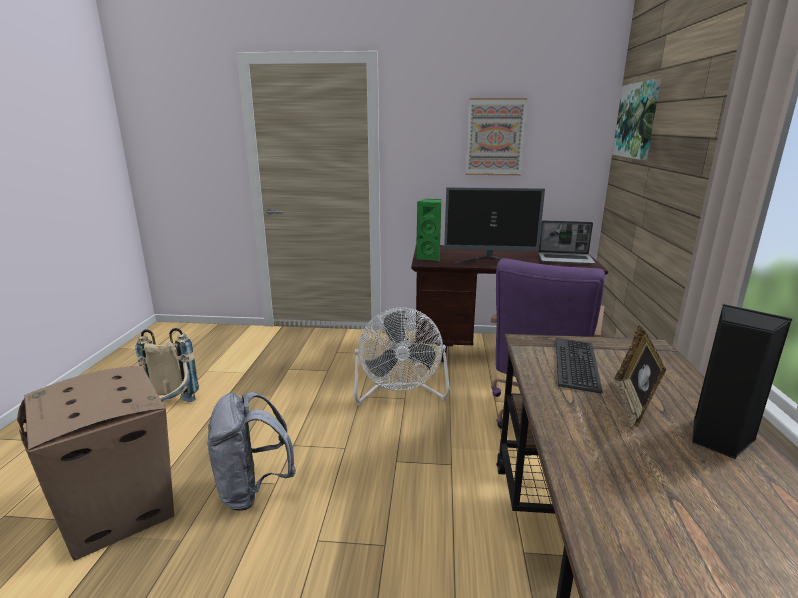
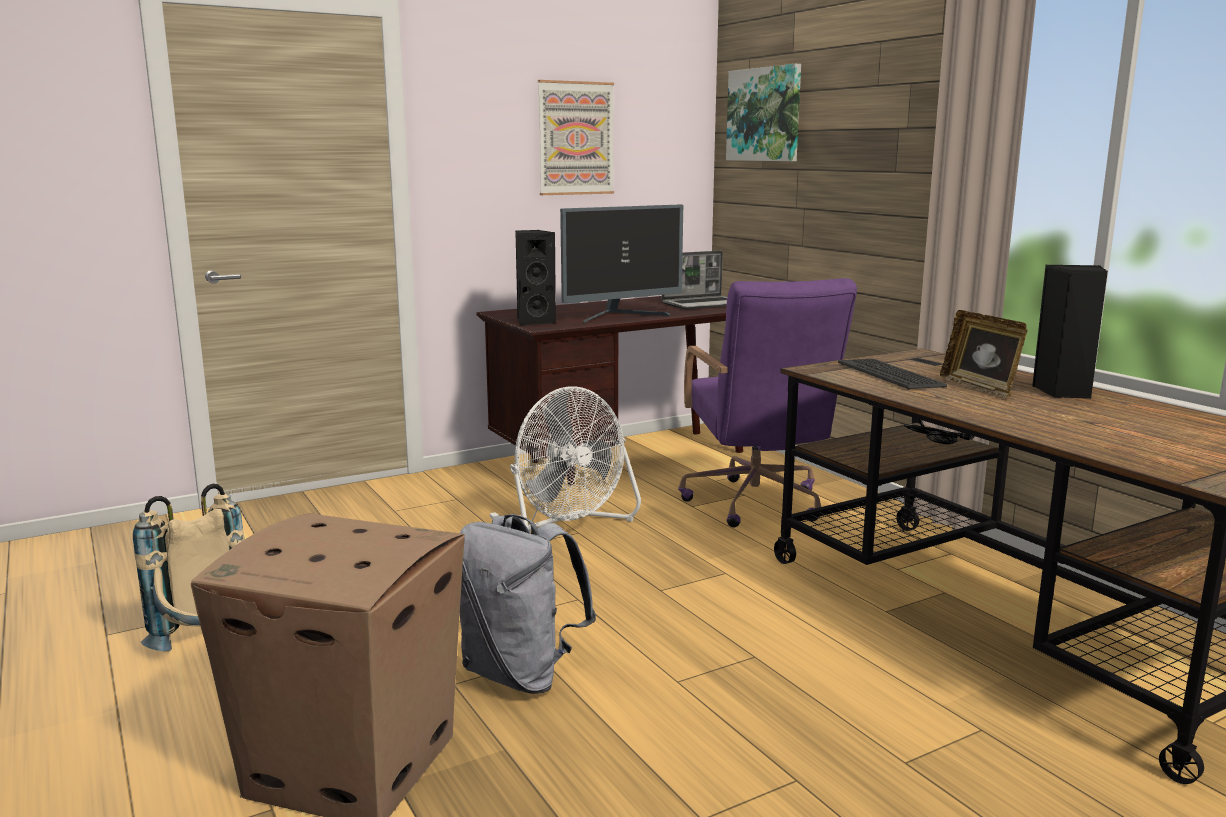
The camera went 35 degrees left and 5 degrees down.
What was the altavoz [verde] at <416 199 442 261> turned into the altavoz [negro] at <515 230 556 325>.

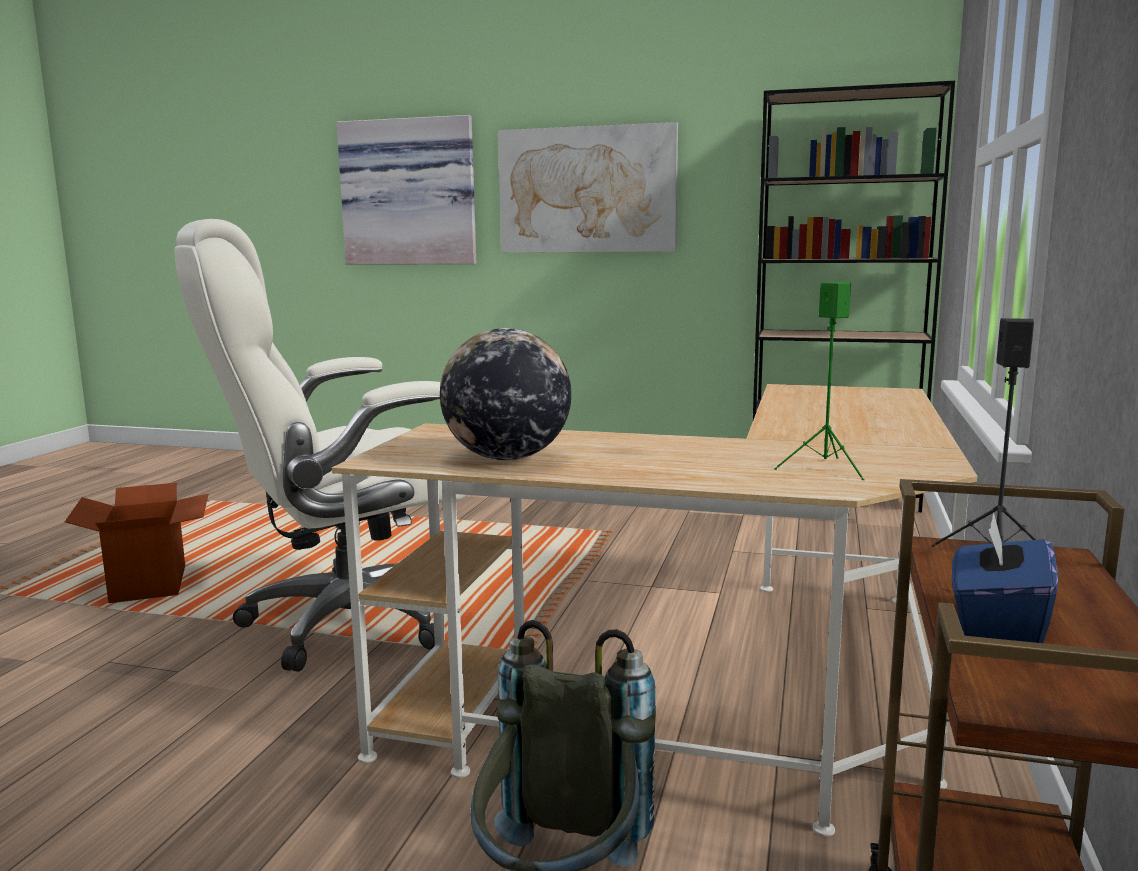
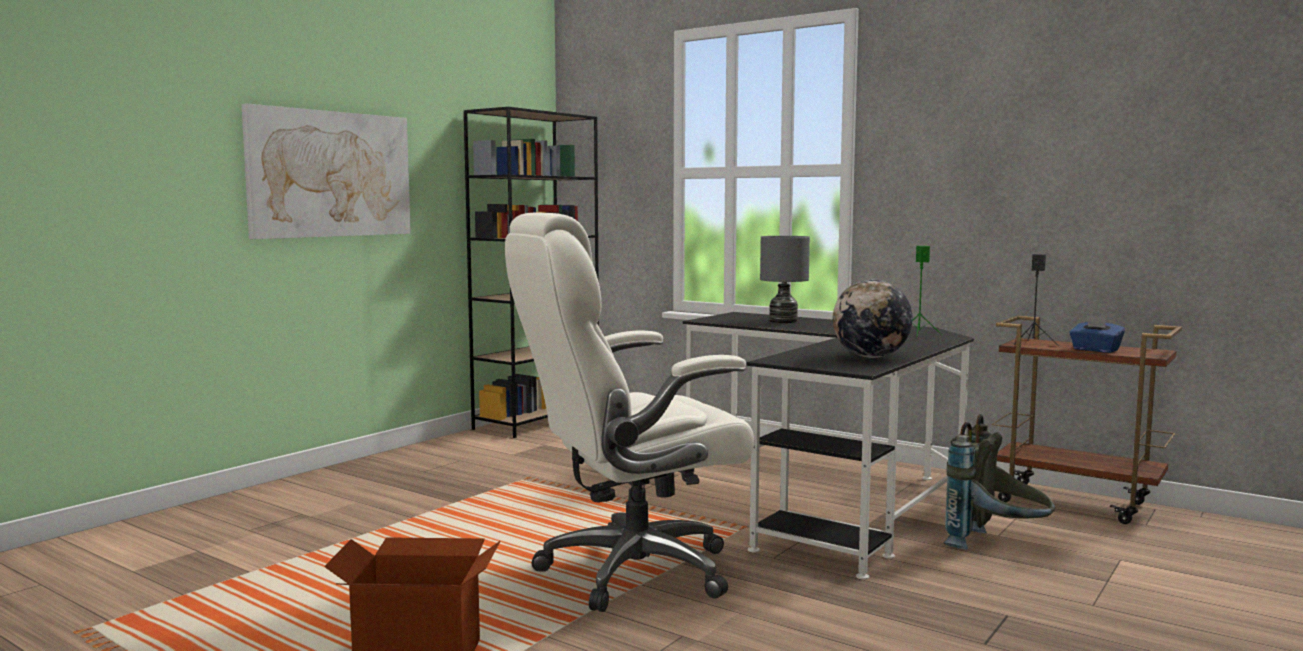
The camera went 70 degrees left and 5 degrees down.
The silla de oficina [blanco] at <174 219 466 672> ended up facing another way, 75 degrees clockwise from before.
What was the escritorio [beis] at <332 384 977 837> turned into the escritorio [negro] at <683 312 974 580>.
The second view gained the lámpara de mesa [gris] at <760 236 810 323>.
The second view lost the cuadro at <337 115 476 265>.

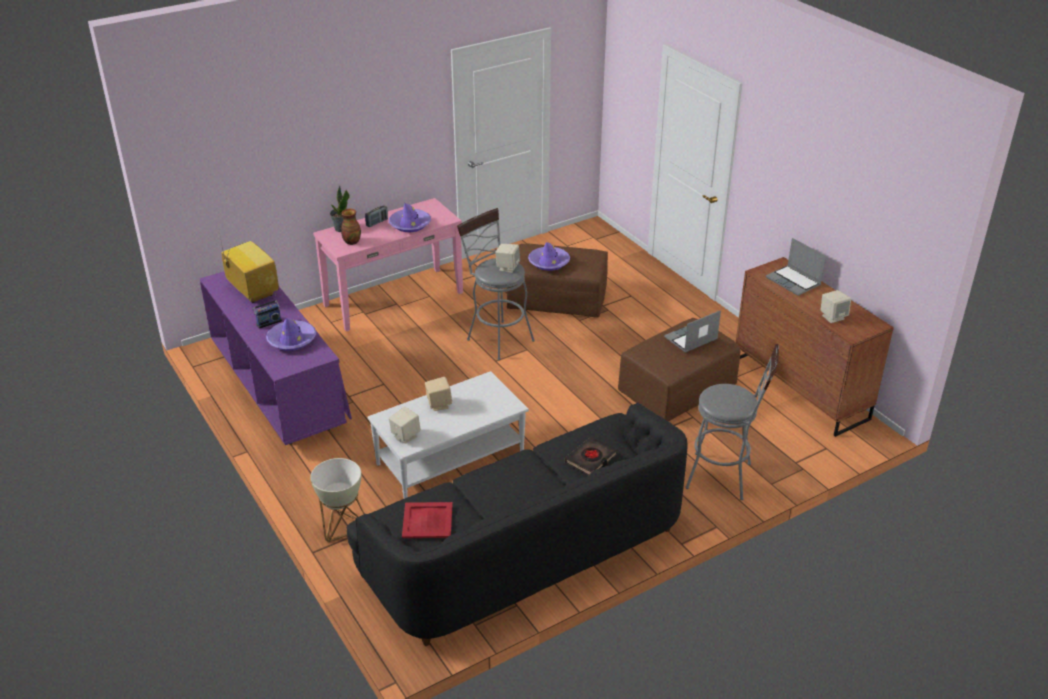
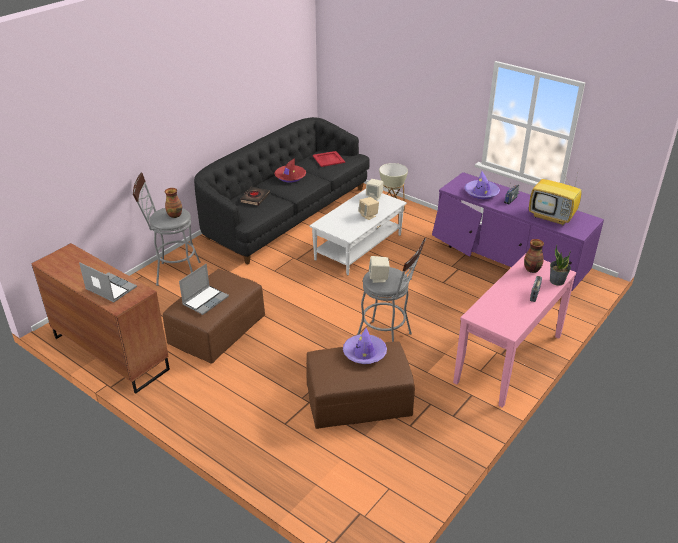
The camera went 160 degrees right and 0 degrees up.
The second view gained the florero at <165 188 182 218>.
The second view gained the sombrero [rojo] at <274 158 306 182>.
The second view lost the sombrero [morado] at <389 203 431 232>.
The second view lost the altavoz [beis] at <821 290 851 323>.

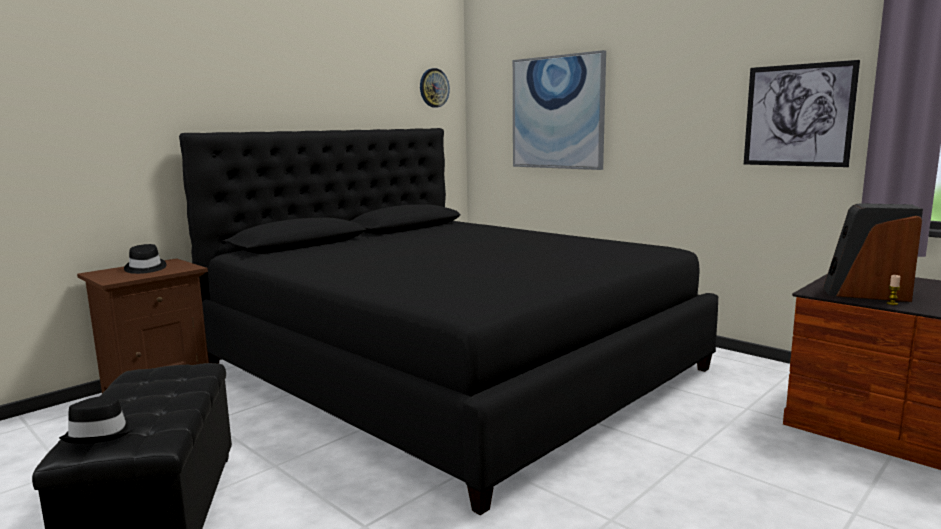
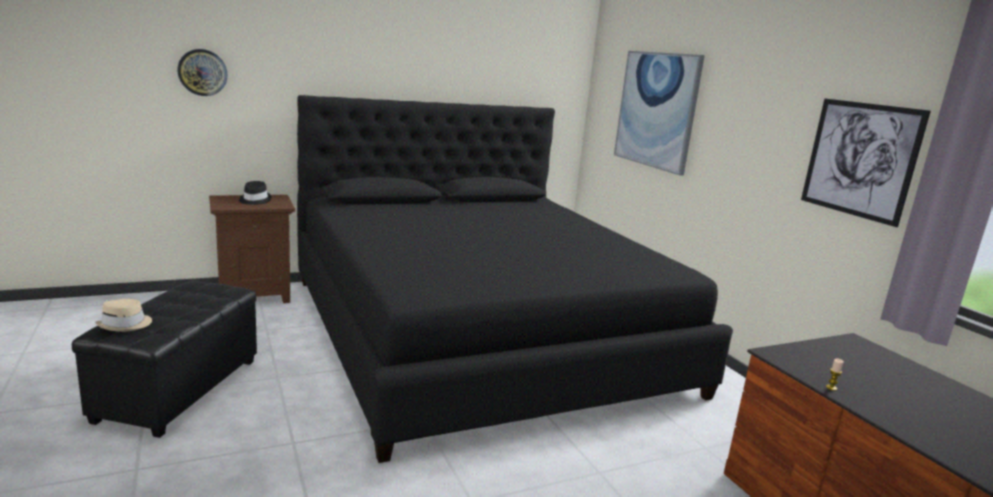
The camera went 20 degrees right and 5 degrees up.
What was the sombrero [negro] at <59 396 136 444> turned into the sombrero [beis] at <95 299 152 332>.
The reloj de pared ended up elsewhere, having gone from <420 68 450 108> to <177 49 228 96>.
The second view lost the altavoz at <823 203 923 302>.

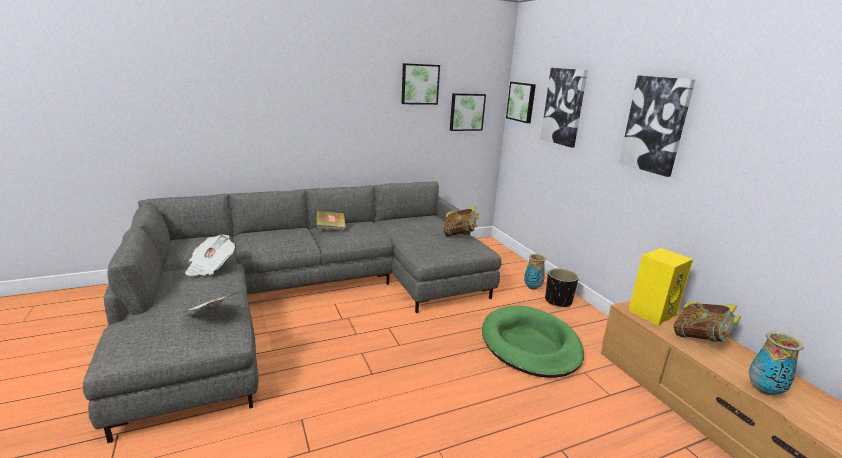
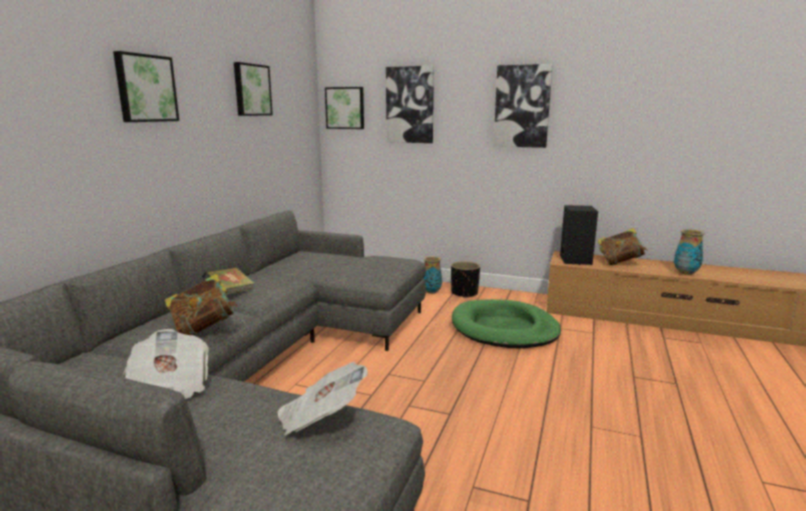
The camera went 45 degrees left and 5 degrees down.
The cuadro ended up elsewhere, having gone from <450 93 486 131> to <113 51 179 122>.
The libro ended up elsewhere, having gone from <443 206 479 237> to <165 274 238 336>.
What was the altavoz [amarillo] at <628 248 693 326> turned into the altavoz [negro] at <560 205 598 265>.

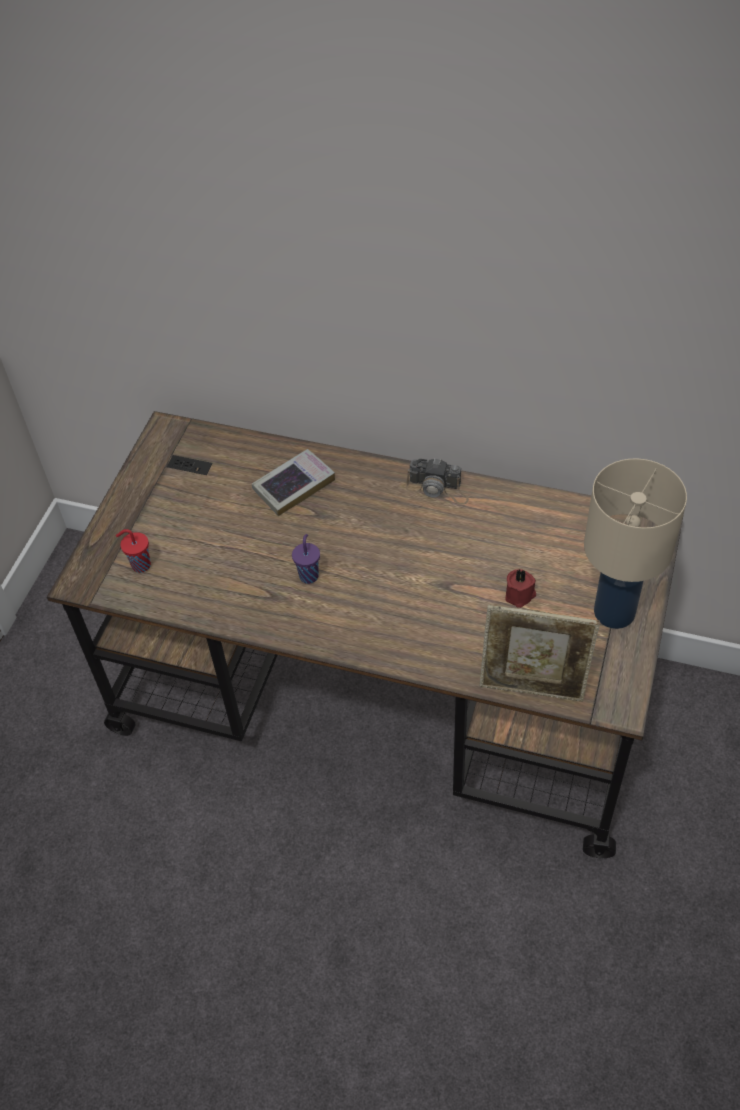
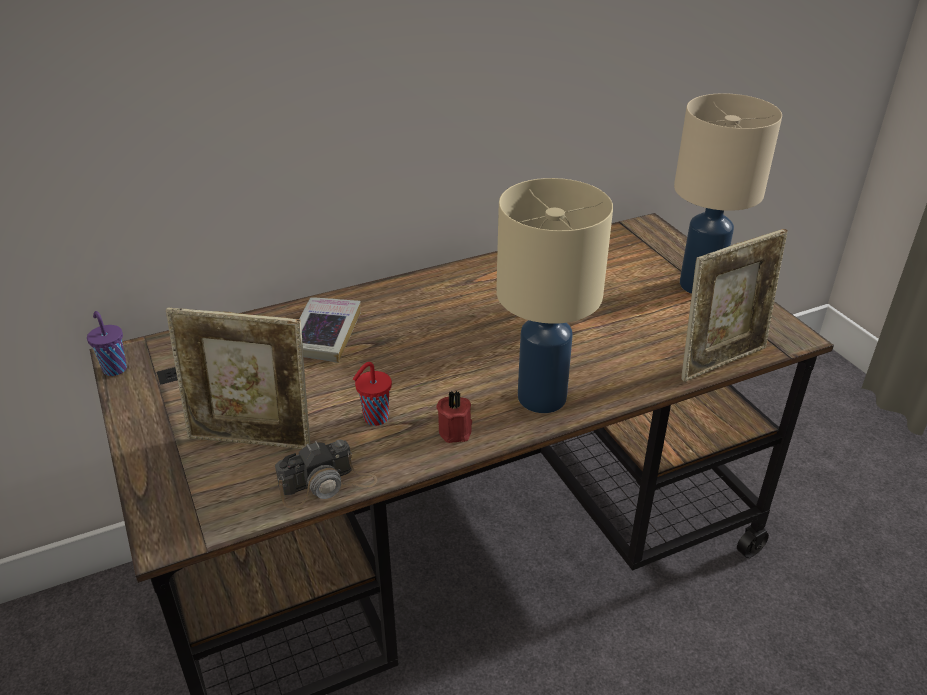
The camera went 45 degrees left and 15 degrees down.
The taza [morado] ended up elsewhere, having gone from <292 534 320 584> to <87 311 127 376>.
The second view gained the portarretratos at <166 307 310 449>.
The cámara ended up elsewhere, having gone from <406 459 469 505> to <275 440 378 508>.
The taza [rojo] ended up elsewhere, having gone from <116 529 151 573> to <353 362 392 426>.
The vela [rojo] ended up elsewhere, having gone from <505 569 536 608> to <436 391 472 443>.
The second view gained the lámpara de mesa [beis] at <496 178 613 413>.

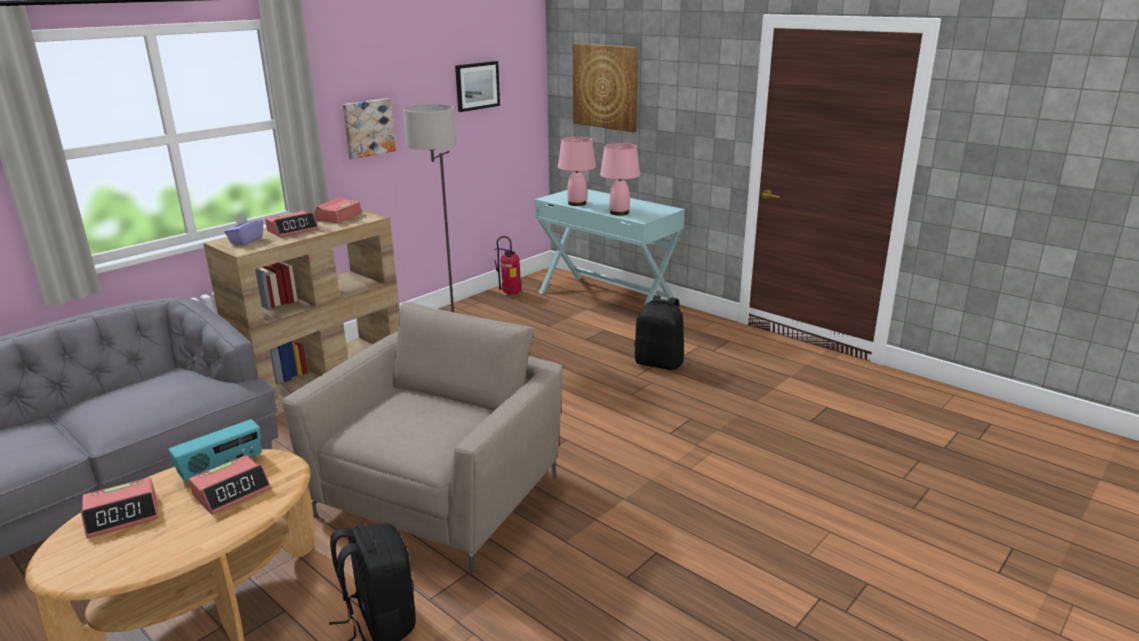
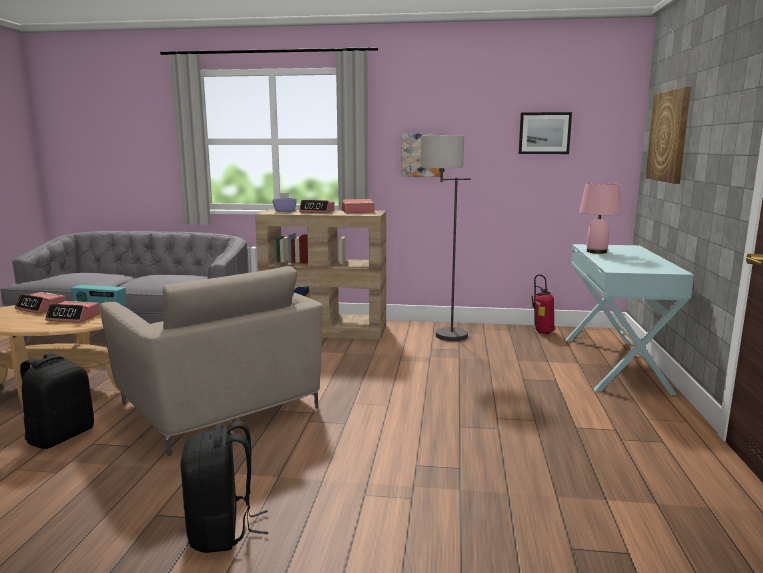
The camera went 55 degrees right and 10 degrees down.
The sillón [beis] at <282 302 562 573> ended up facing another way, 60 degrees clockwise from before.
The mochila [negro] ended up elsewhere, having gone from <635 295 684 370> to <181 421 268 553>.
The second view lost the lámpara de mesa [rosa] at <600 143 640 216>.

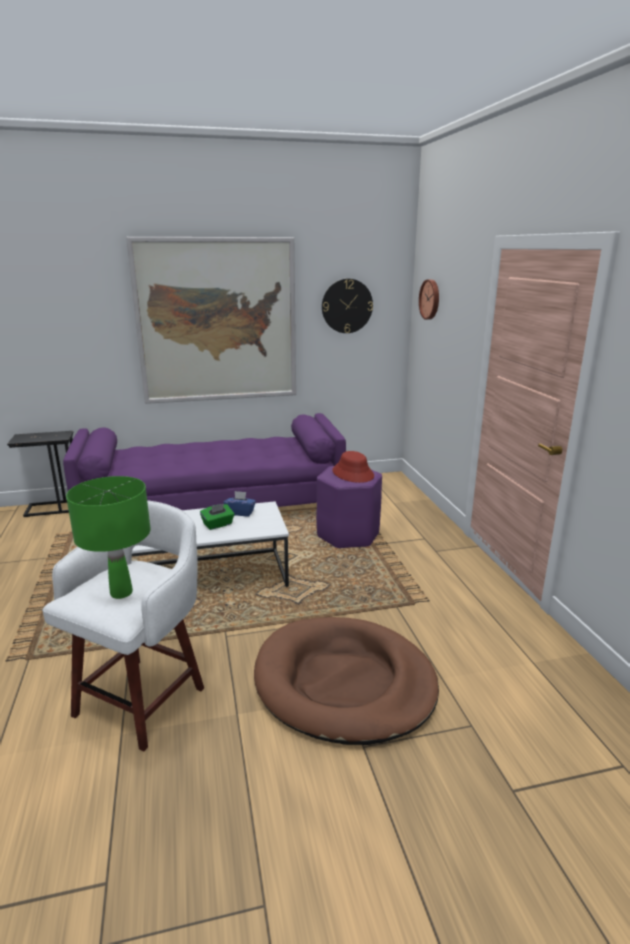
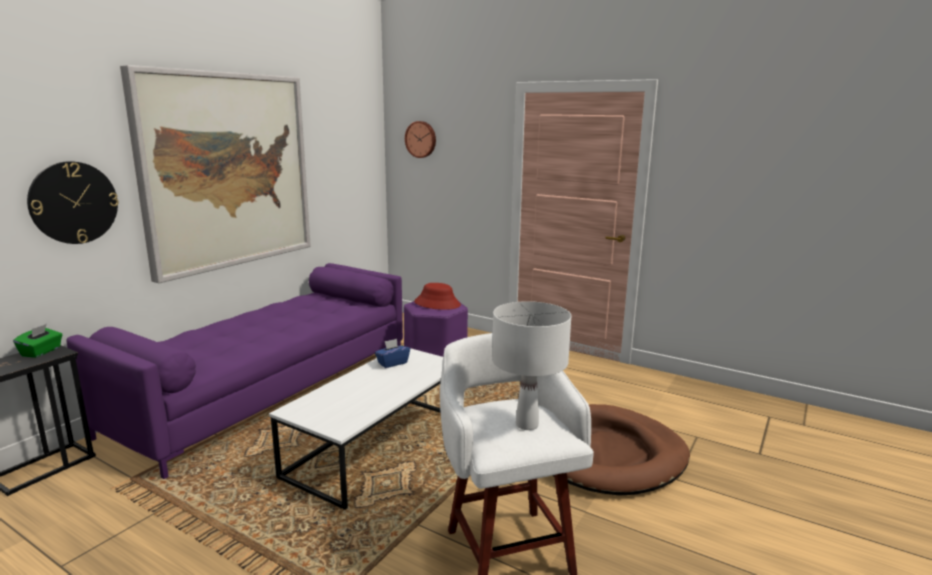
The camera went 45 degrees left and 5 degrees down.
The caja de pañuelos [verde] ended up elsewhere, having gone from <200 504 235 530> to <13 324 63 358>.
The reloj de pared ended up elsewhere, having gone from <322 279 373 333> to <27 161 119 244>.
What was the lámpara de mesa [verde] at <66 476 151 599> turned into the lámpara de mesa [blanco] at <492 301 571 430>.

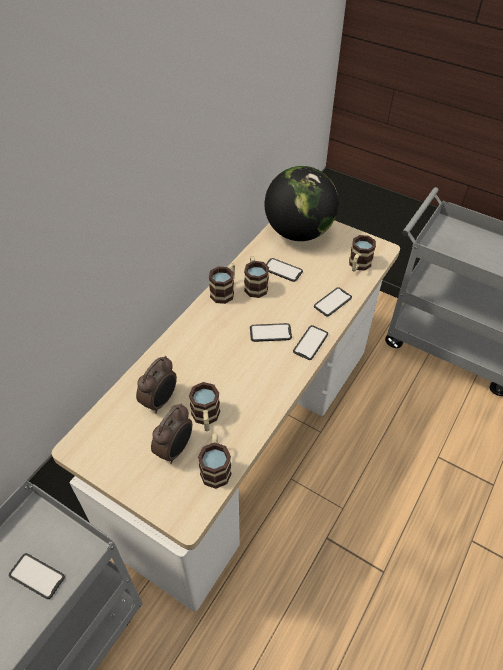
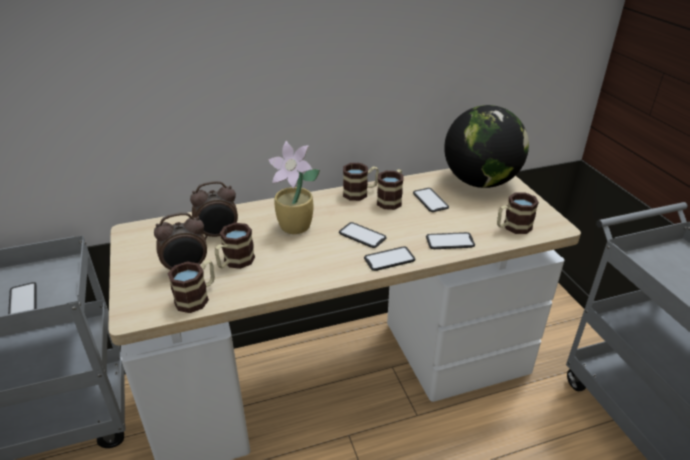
The camera went 40 degrees right and 15 degrees down.
The second view gained the planta en maceta at <268 141 320 234>.

